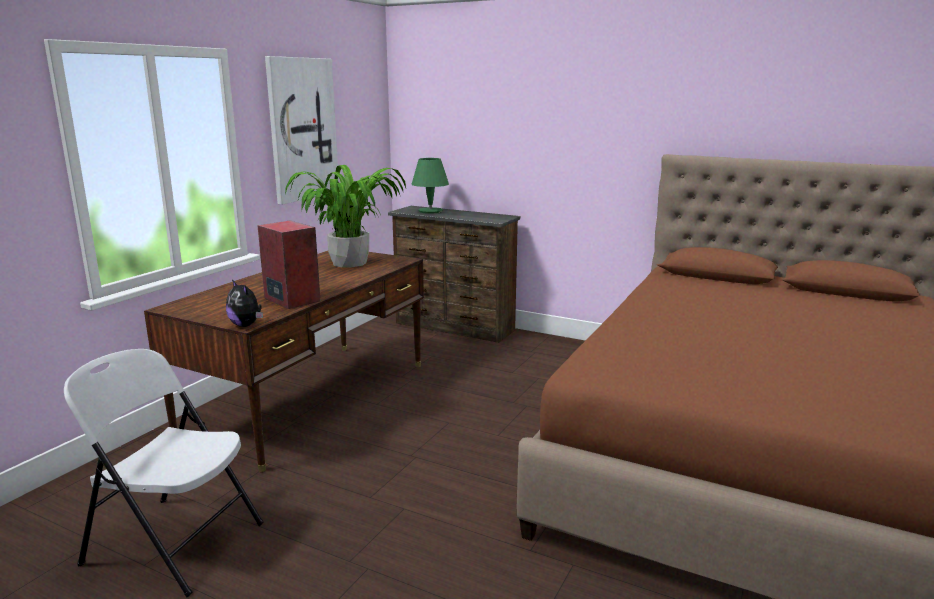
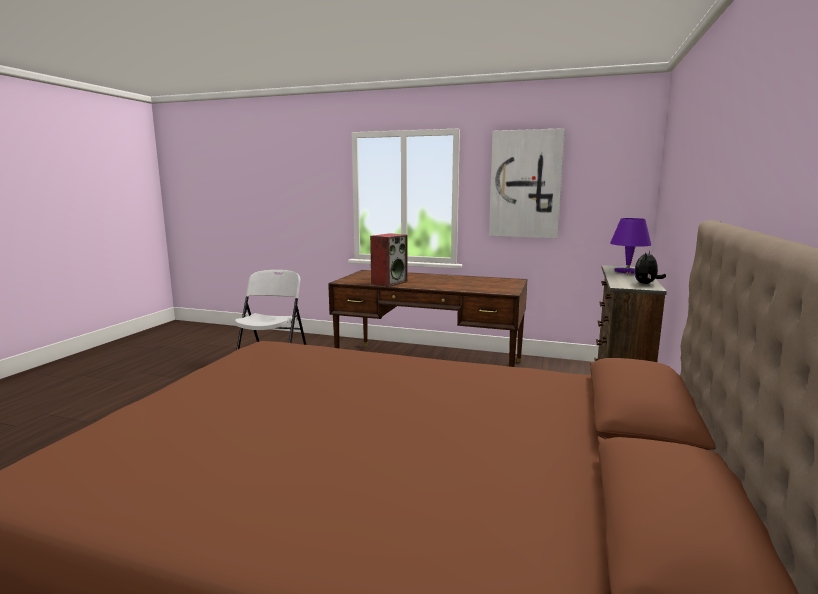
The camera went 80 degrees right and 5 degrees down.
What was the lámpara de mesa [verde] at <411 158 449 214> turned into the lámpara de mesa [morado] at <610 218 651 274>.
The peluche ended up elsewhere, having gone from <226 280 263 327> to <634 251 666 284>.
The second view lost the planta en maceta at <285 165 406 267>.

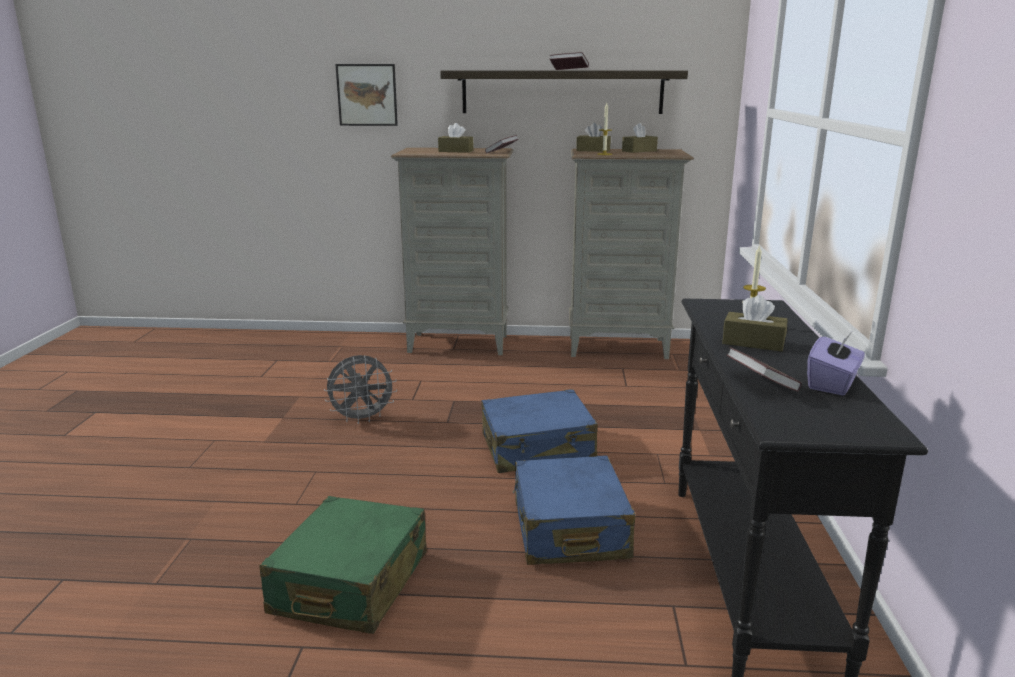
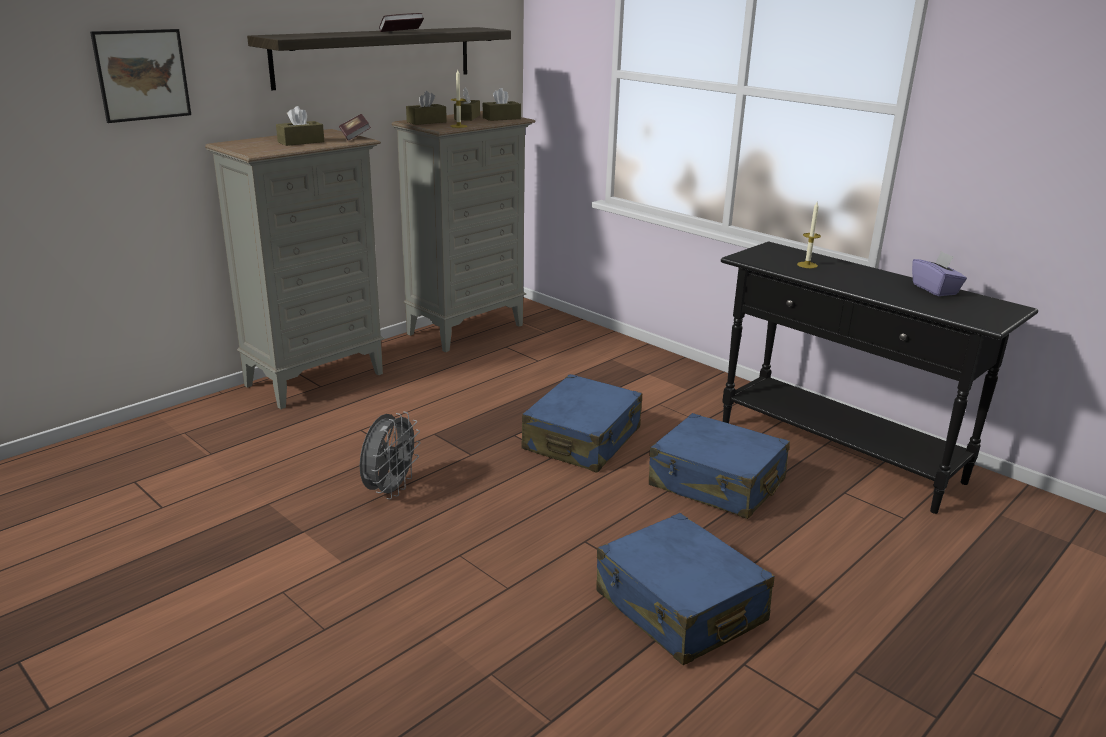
The camera went 50 degrees left and 5 degrees up.
The caja de pañuelos [marrón] ended up elsewhere, having gone from <722 295 788 351> to <483 88 521 121>.
What was the maleta [verde] at <259 496 427 634> turned into the maleta [azul] at <596 513 774 665>.
The second view lost the libro at <727 347 802 392>.

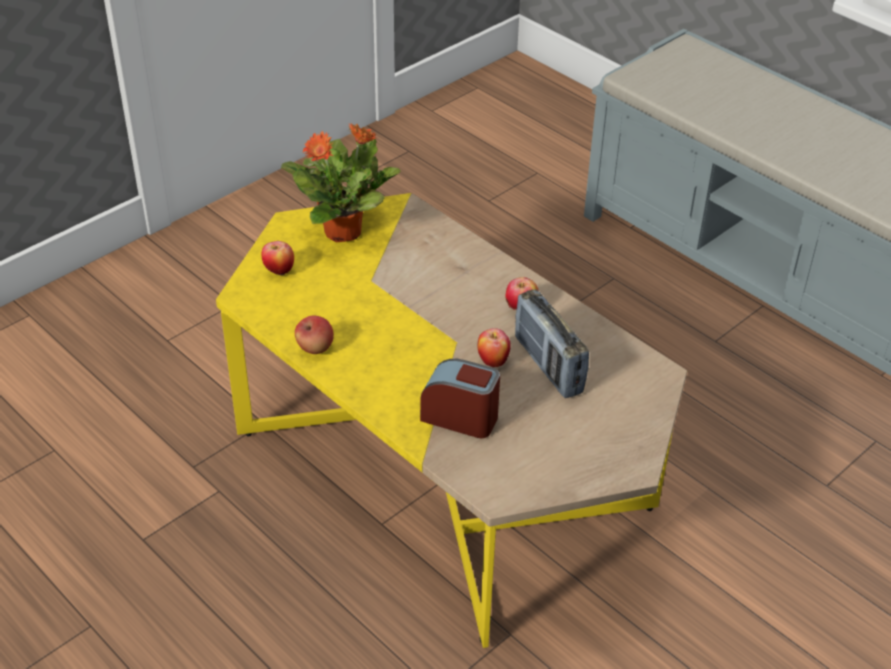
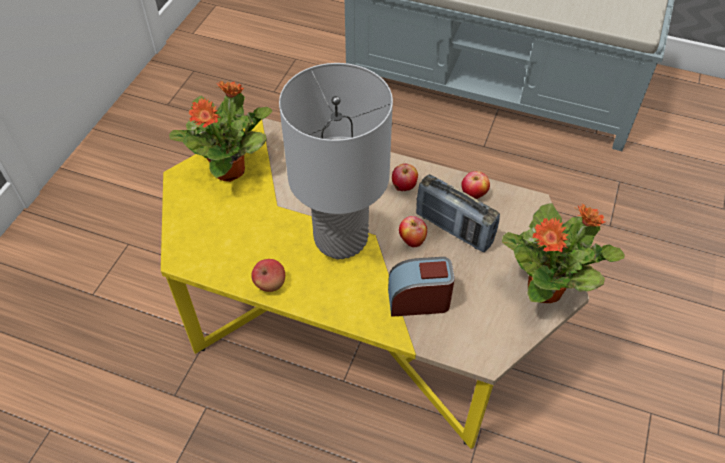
The camera went 25 degrees left and 10 degrees up.
The second view gained the lámpara de mesa [gris] at <279 63 393 259>.
The manzana ended up elsewhere, having gone from <261 241 294 276> to <461 171 490 199>.
The second view gained the planta en maceta at <502 203 625 303>.

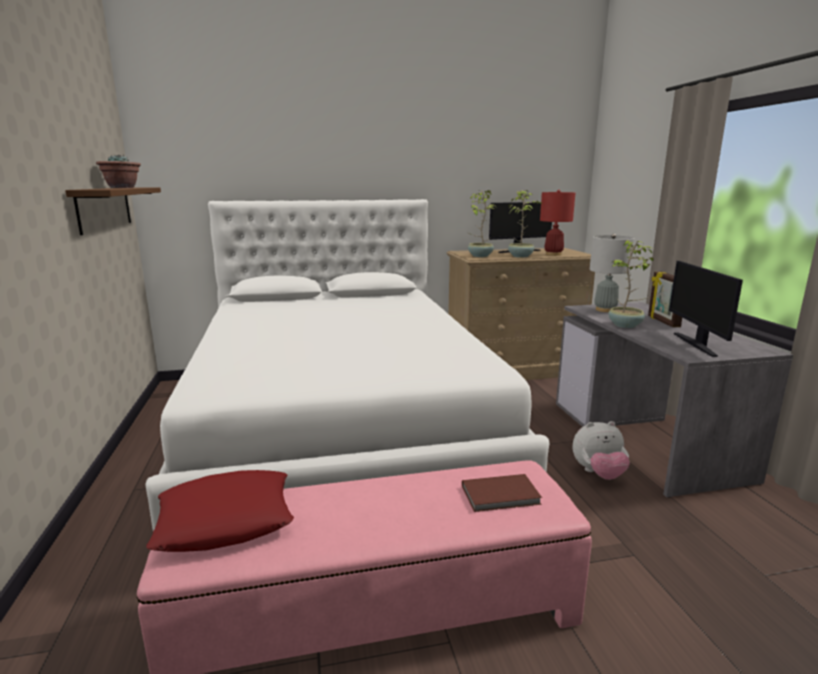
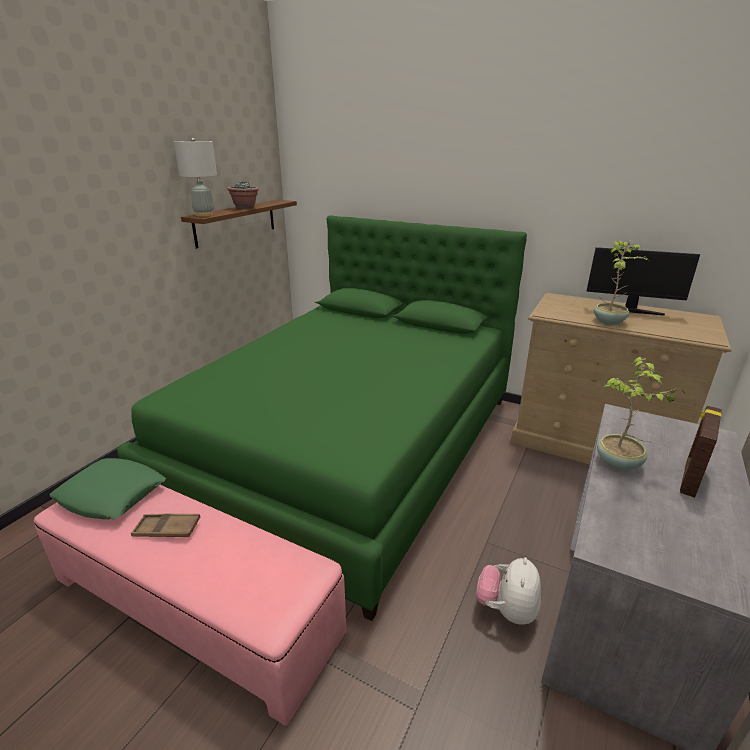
The camera went 40 degrees right and 10 degrees up.
What was the cojín [rojo] at <147 470 294 552> turned into the cojín [verde] at <50 458 166 519>.
What was the cama [blanco] at <145 199 549 531> turned into the cama [verde] at <117 215 527 621>.
The second view gained the bandeja [marrón] at <131 513 200 537>.
The lámpara de mesa [gris] ended up elsewhere, having gone from <590 234 635 312> to <174 138 217 217>.
The peluche at <573 421 630 480> ended up facing another way, 75 degrees clockwise from before.
The second view lost the libro [marrón] at <462 474 542 512>.
The second view lost the planta en maceta at <468 190 496 257>.
The second view lost the lámpara de mesa [rojo] at <540 190 575 256>.
The second view lost the monitor at <669 261 743 357>.

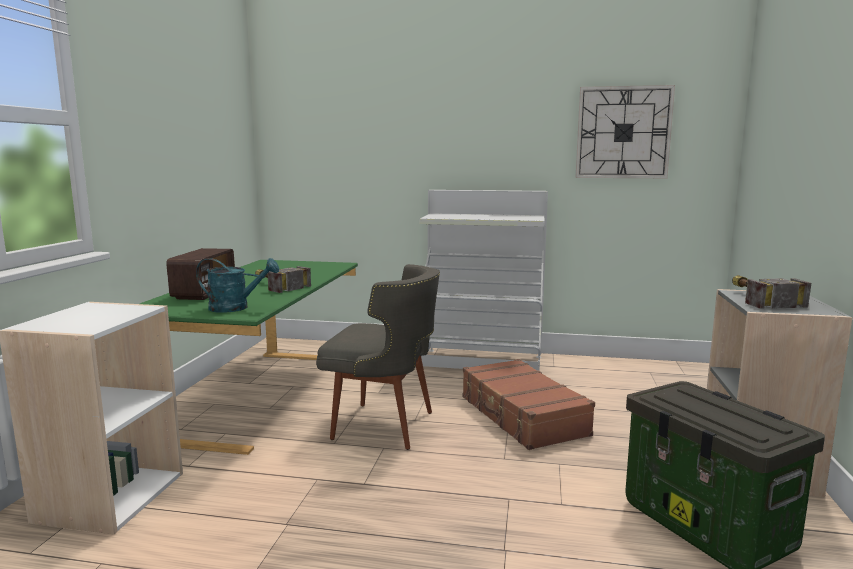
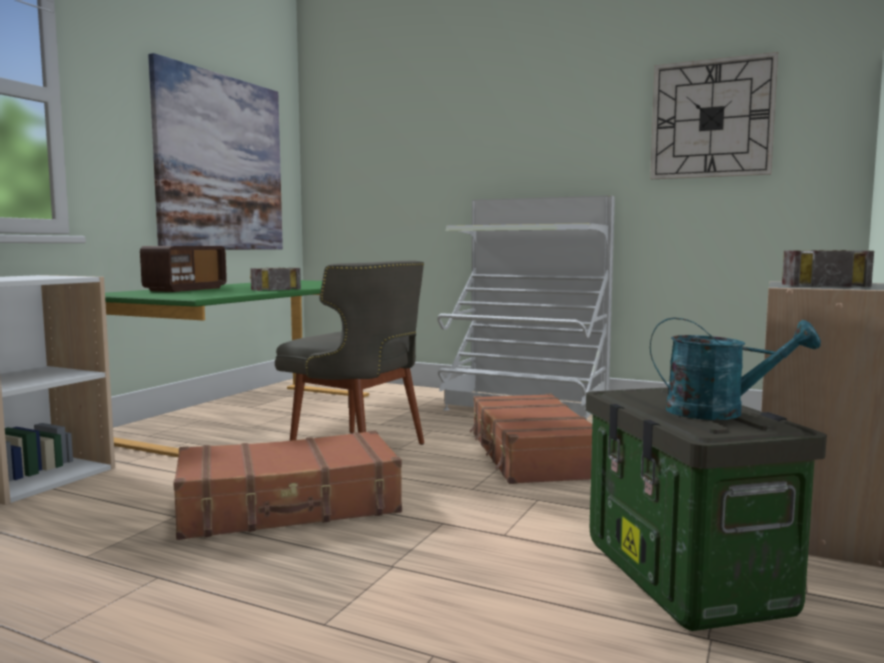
The camera went 15 degrees right and 5 degrees down.
The second view gained the cuadro at <148 53 283 250>.
The second view gained the maleta [marrón] at <173 430 402 540>.
The regadera [turquesa] ended up elsewhere, having gone from <196 258 279 313> to <650 317 821 420>.

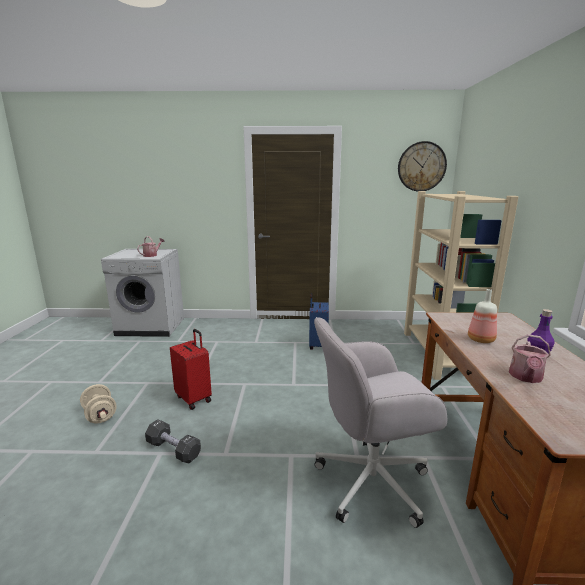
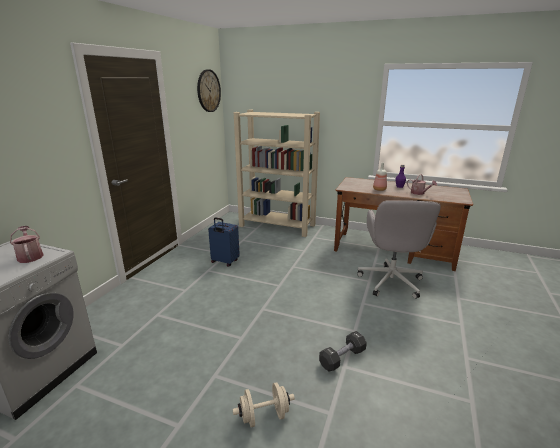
The camera went 70 degrees left and 5 degrees up.
The second view lost the maleta [rojo] at <170 329 212 410>.

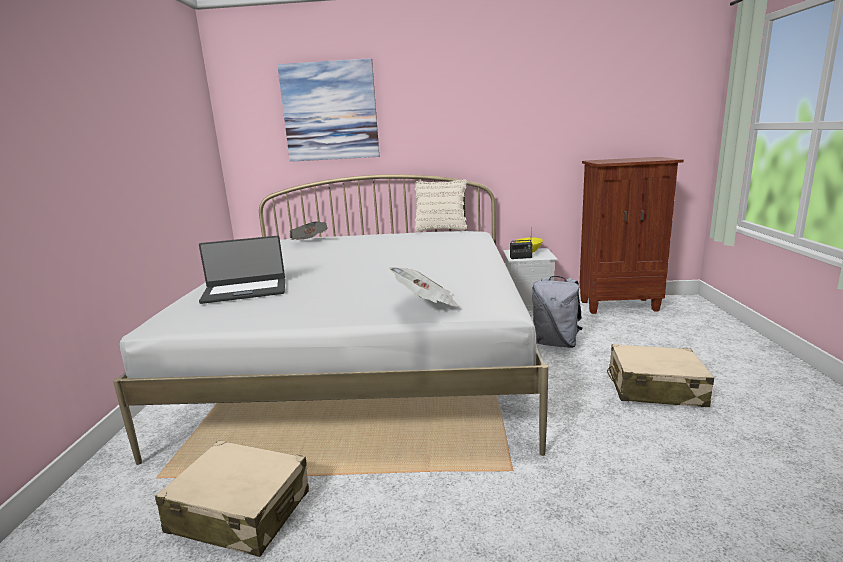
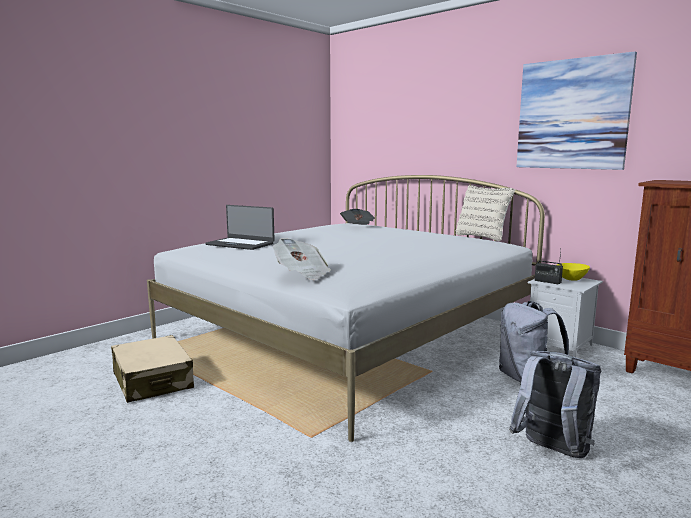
The camera went 40 degrees right and 5 degrees down.
Where the maleta [beis] stood at <607 344 714 407>, the mochila [gris] came to stand at <509 351 601 458>.
The cuadro ended up elsewhere, having gone from <277 58 379 162> to <516 51 637 170>.

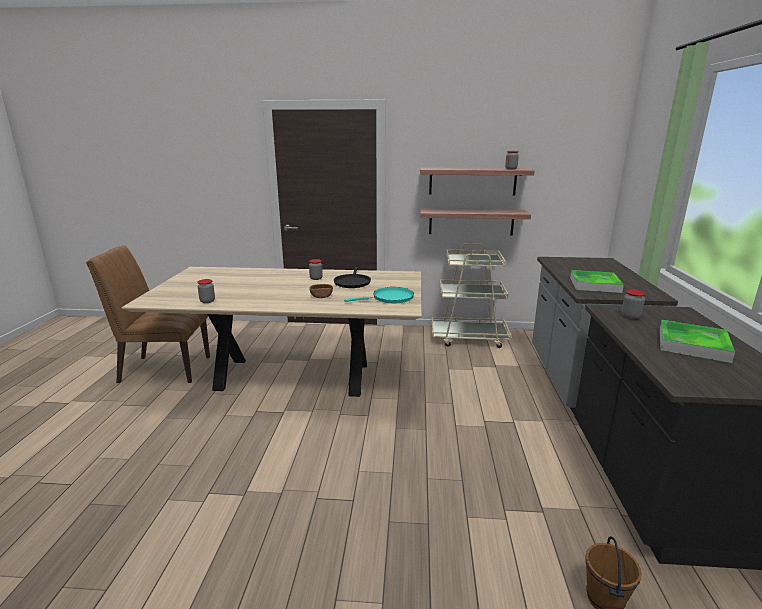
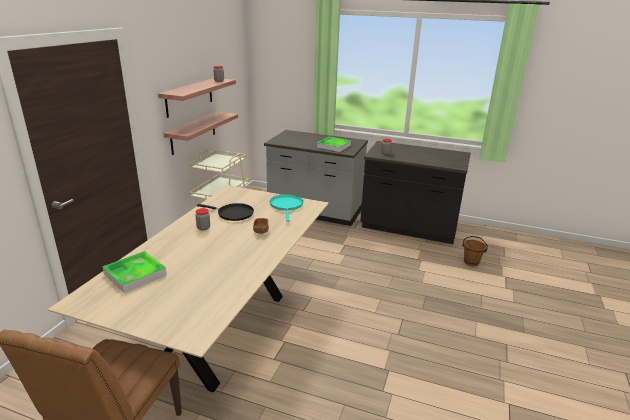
The camera went 75 degrees left and 5 degrees up.
The bandeja ended up elsewhere, having gone from <660 320 735 363> to <102 251 167 293>.
The second view lost the tarro at <197 279 215 303>.

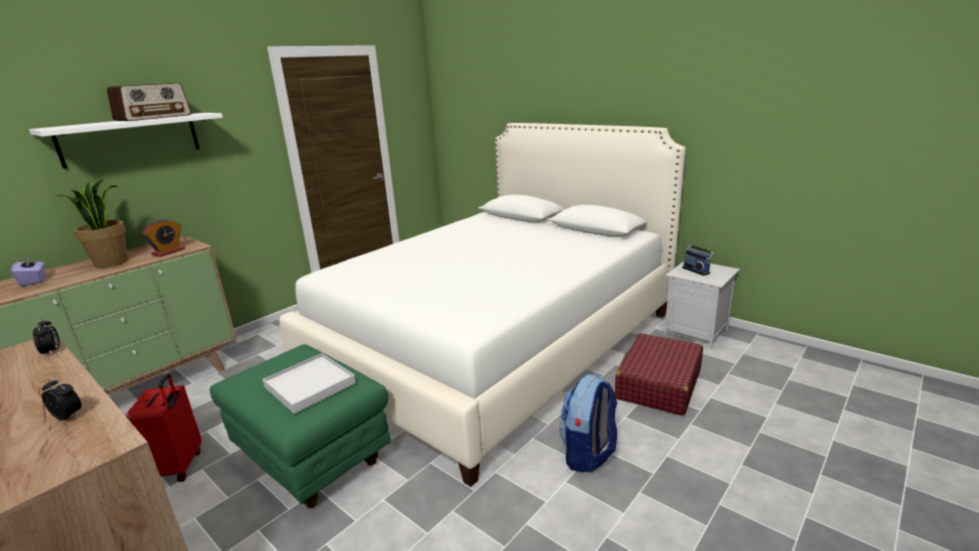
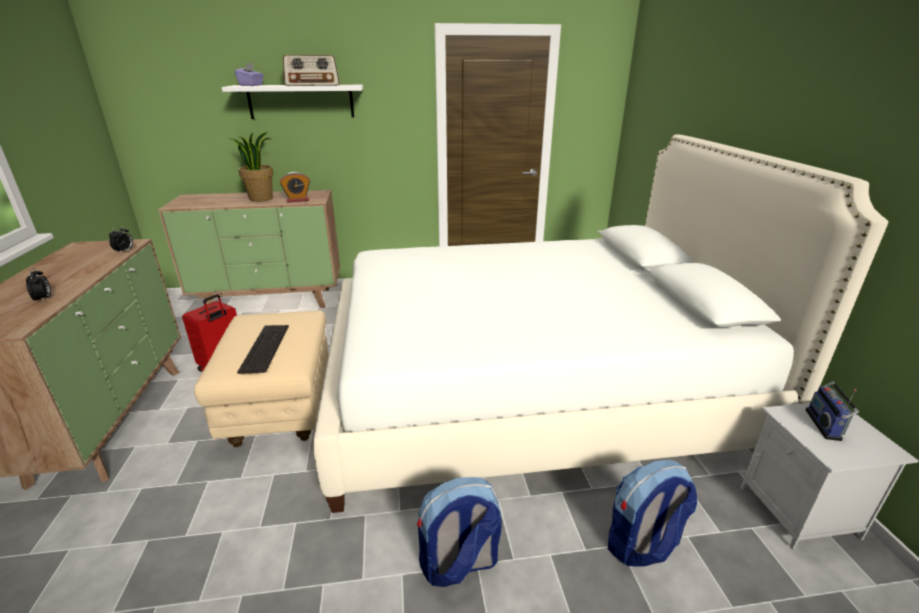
The camera went 40 degrees right and 5 degrees up.
What was the puf [verde] at <210 344 390 508> turned into the puf [beis] at <194 311 328 447>.
The caja de pañuelos [morado] ended up elsewhere, having gone from <11 254 45 287> to <235 63 264 86>.
Where the bandeja [blanco] stood at <263 353 356 414>, the teclado came to stand at <237 325 289 374>.
Where the maleta [rojo] stood at <615 333 703 416>, the mochila came to stand at <608 460 697 567>.

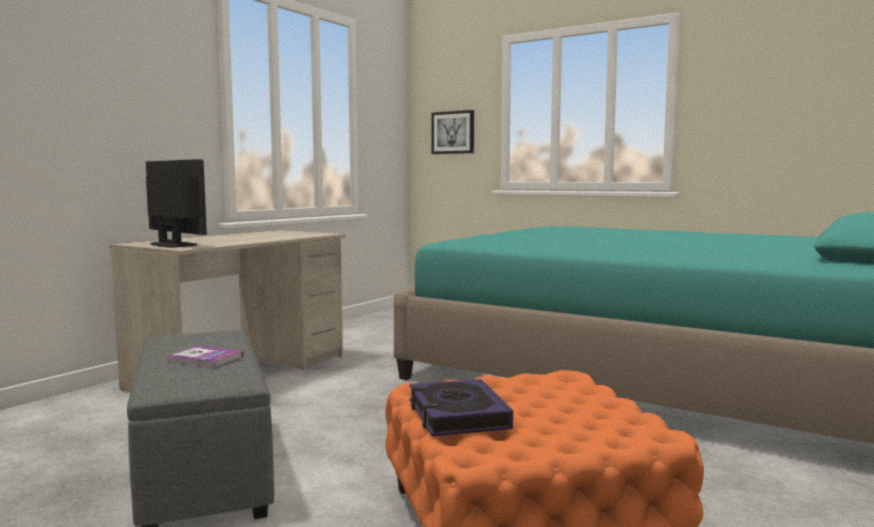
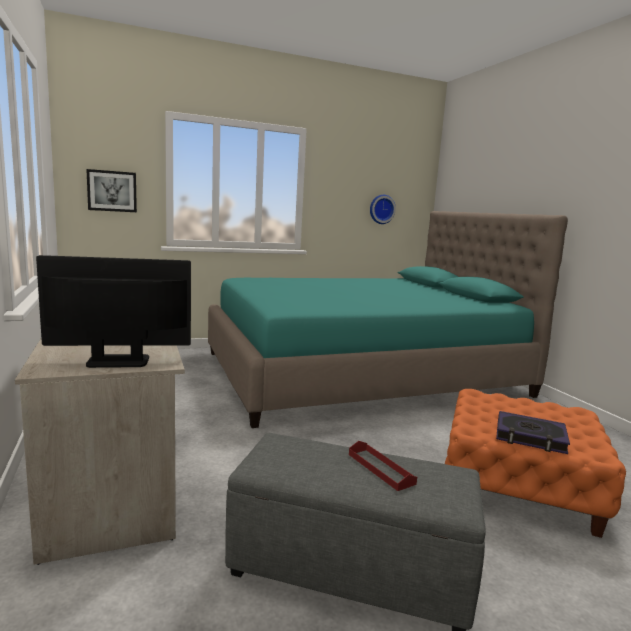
The camera went 55 degrees left and 5 degrees up.
Where the libro stood at <168 346 243 368>, the bandeja [rojo] came to stand at <349 441 417 491>.
The second view gained the reloj de pared at <370 195 396 224>.

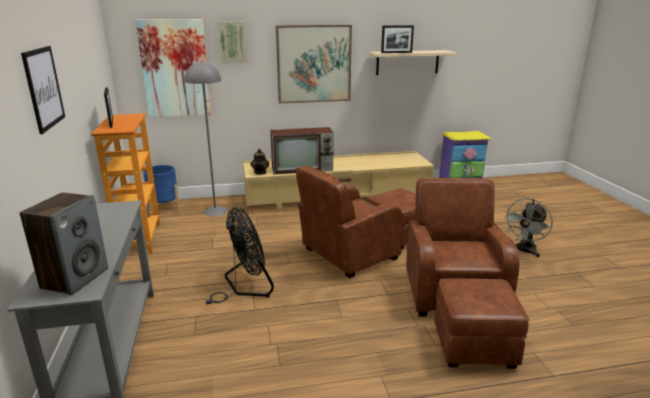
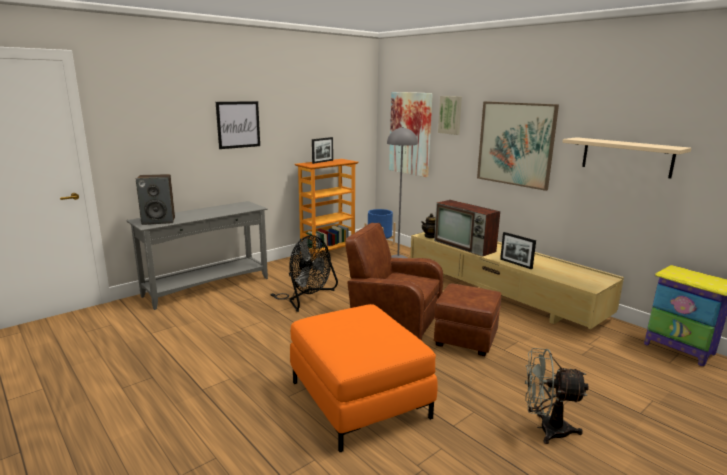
The camera went 60 degrees right and 5 degrees down.
Where the sillón [marrón] stood at <406 178 529 369>, the puf [naranja] came to stand at <290 304 438 452>.
The portarretratos ended up elsewhere, having gone from <381 25 414 53> to <500 232 536 269>.

